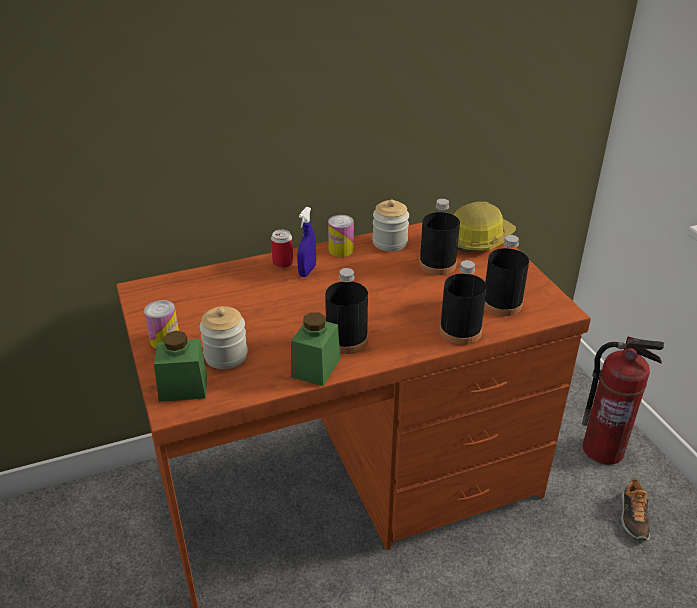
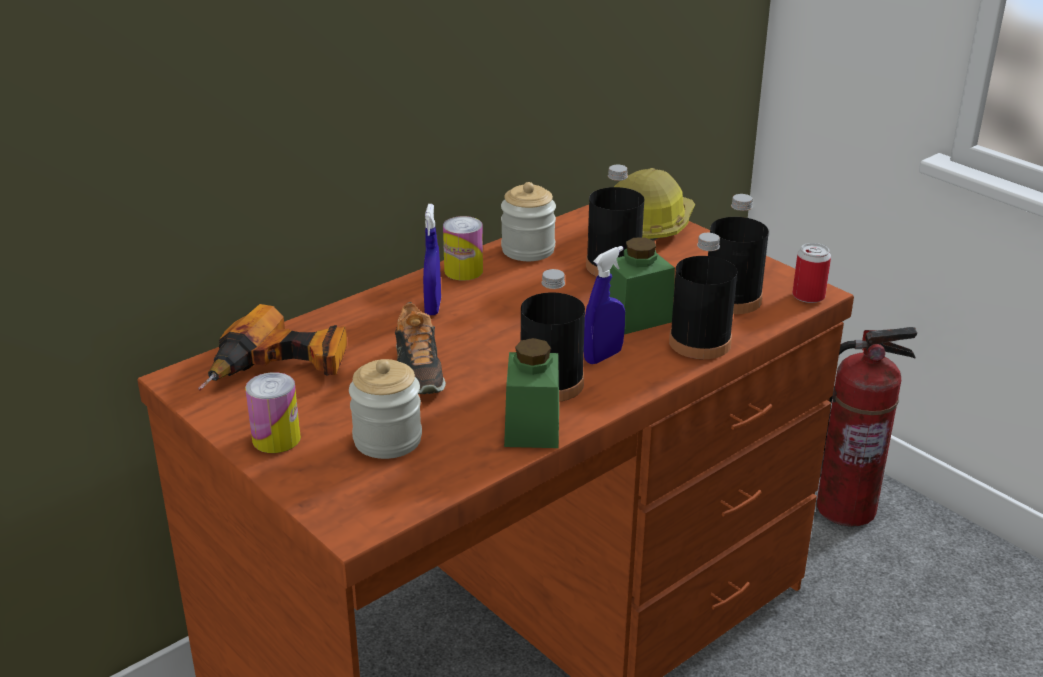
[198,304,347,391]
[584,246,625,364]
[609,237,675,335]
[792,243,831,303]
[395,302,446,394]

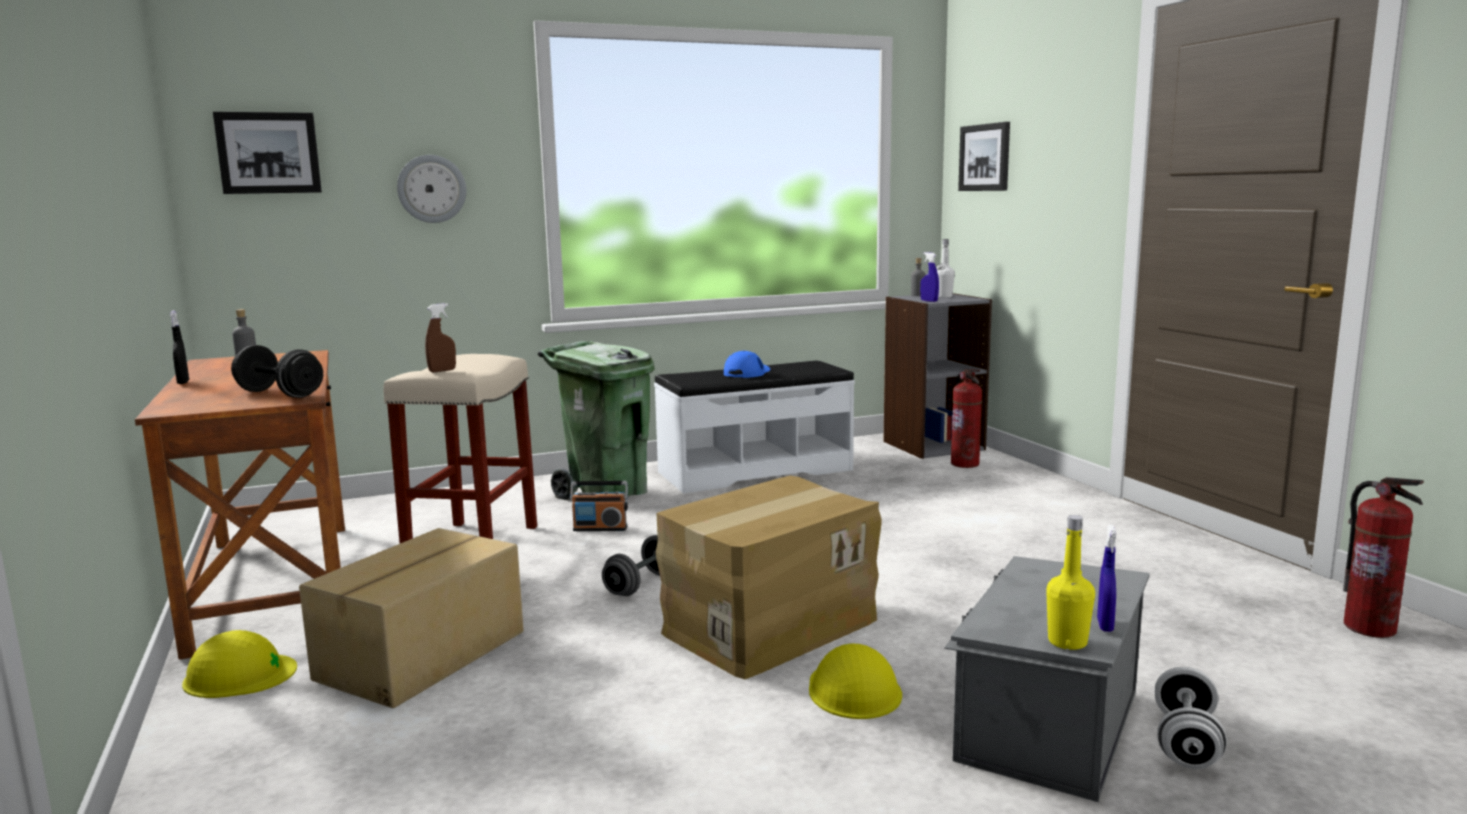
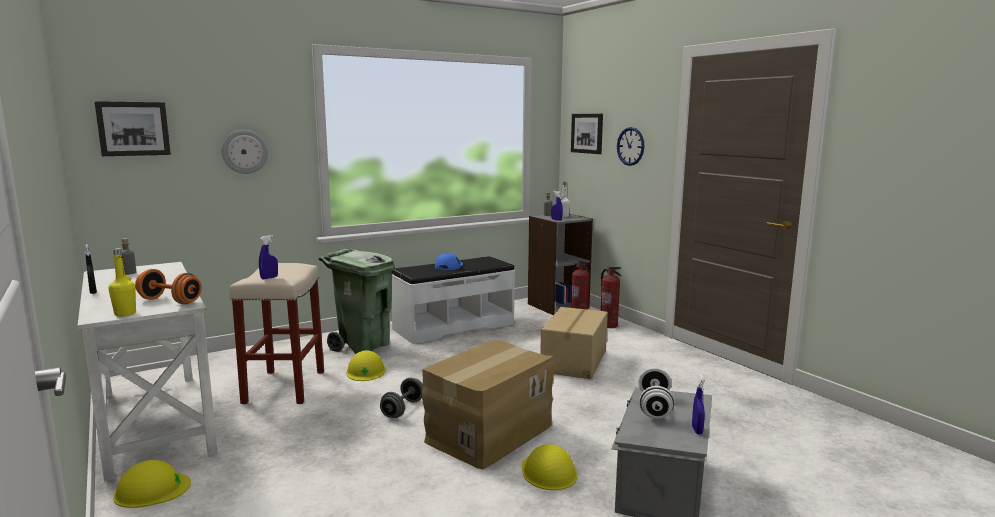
[617,127,644,166]
[540,307,608,379]
[109,248,136,316]
[639,367,675,419]
[601,267,621,328]
[346,350,386,381]
[77,262,218,481]
[135,269,202,304]
[259,235,278,279]

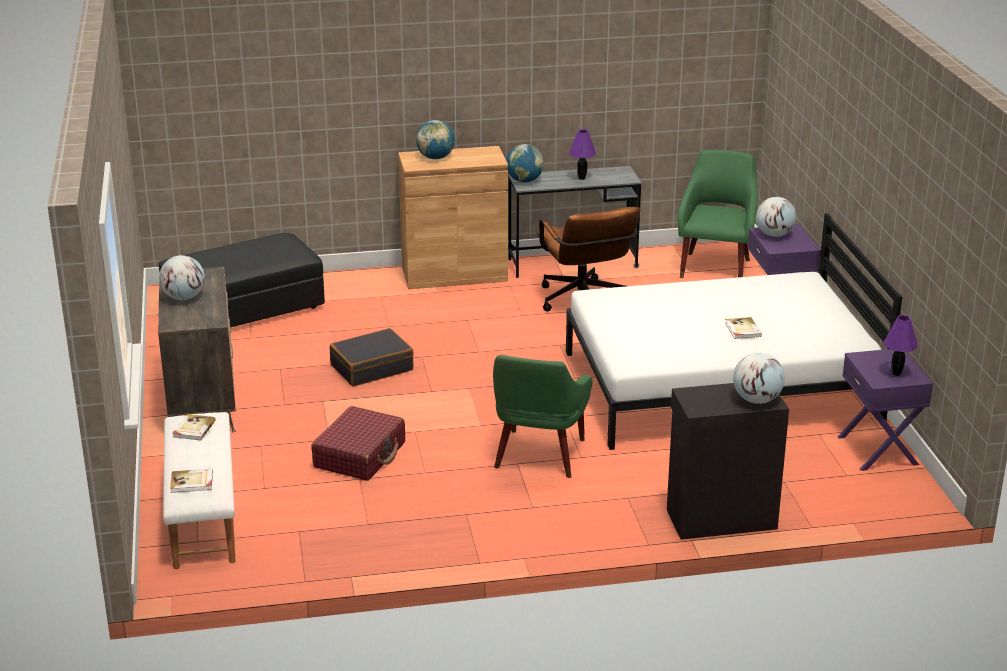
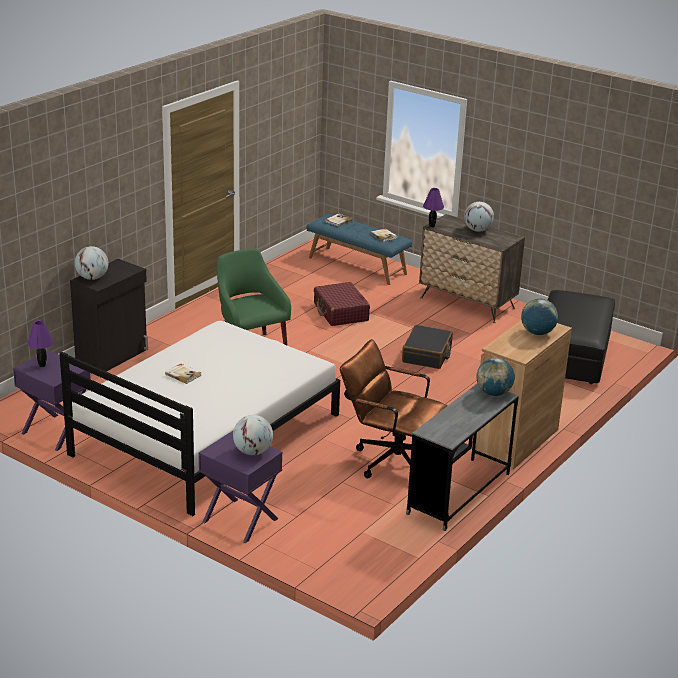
[677,150,758,278] (first image)
[423,188,444,227]
[306,214,412,285]

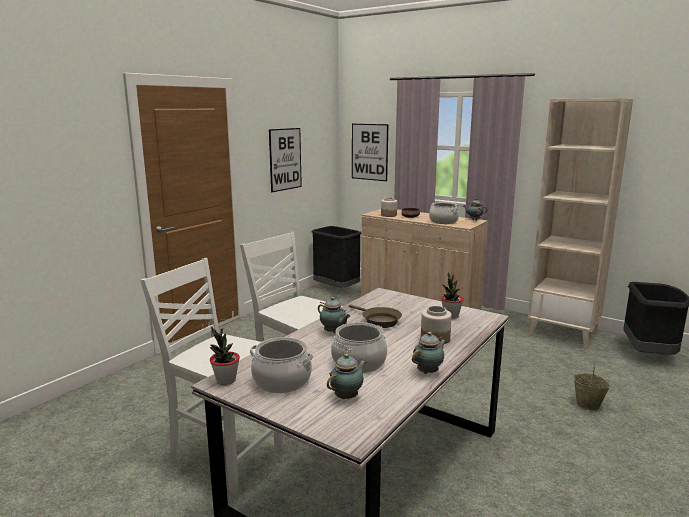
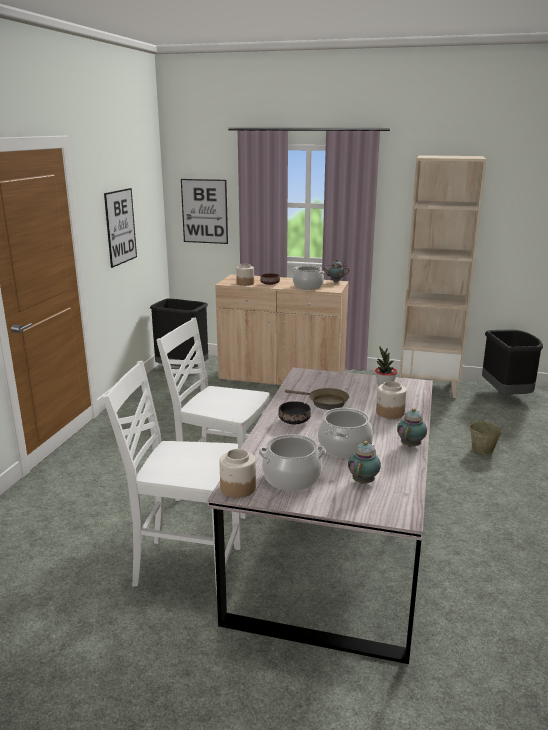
[219,449,256,498]
[279,401,311,424]

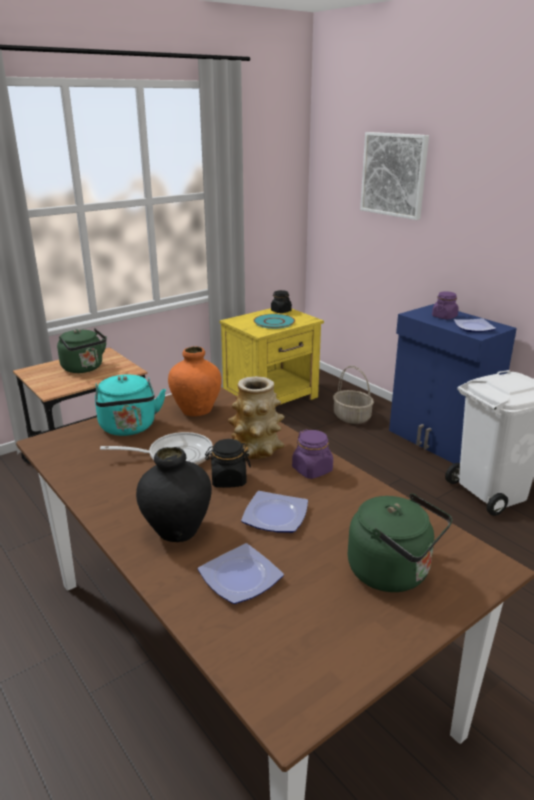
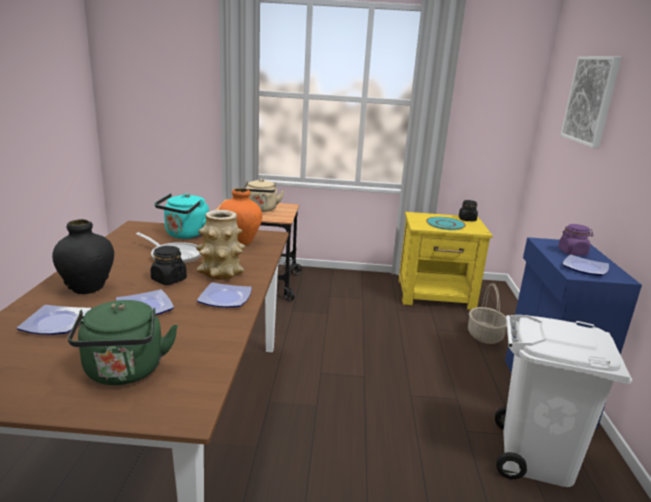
[197,282,252,308]
[244,179,284,212]

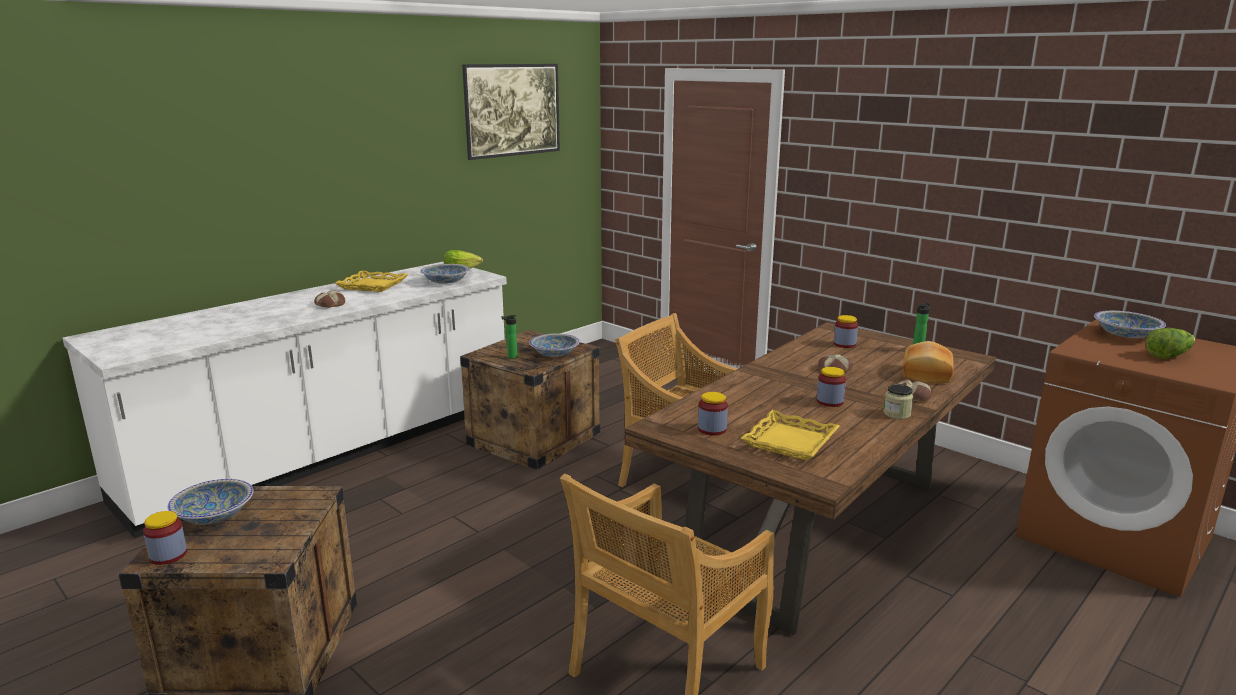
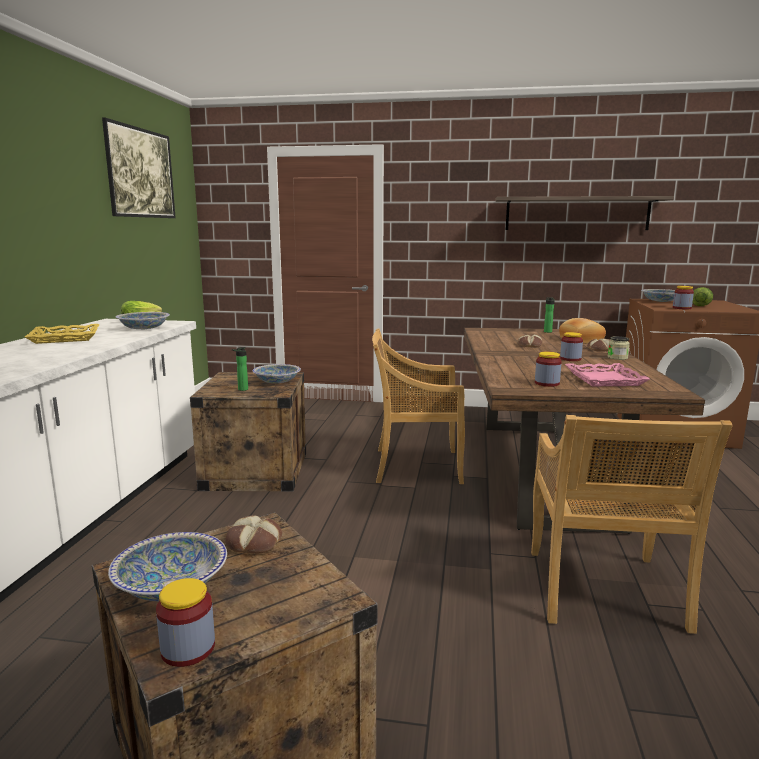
[495,196,674,230]
[225,515,282,554]
[673,286,694,309]
[565,363,650,386]

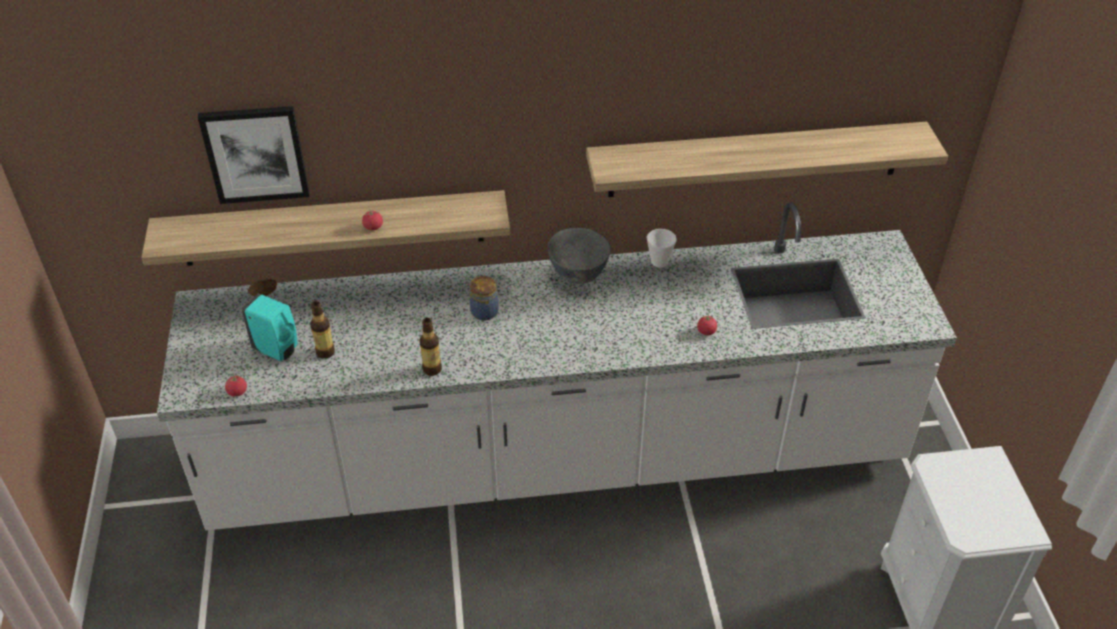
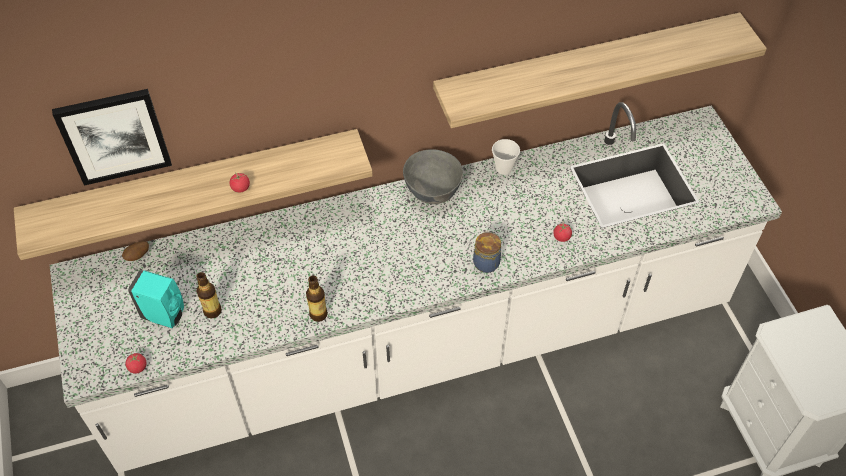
[473,231,501,273]

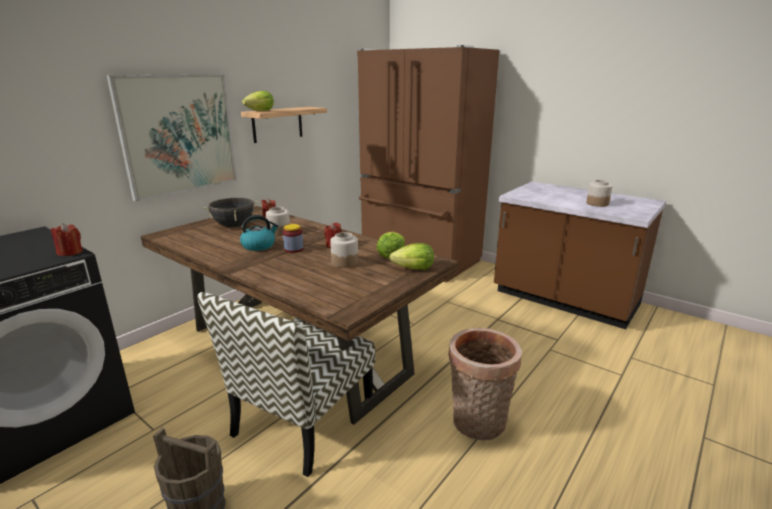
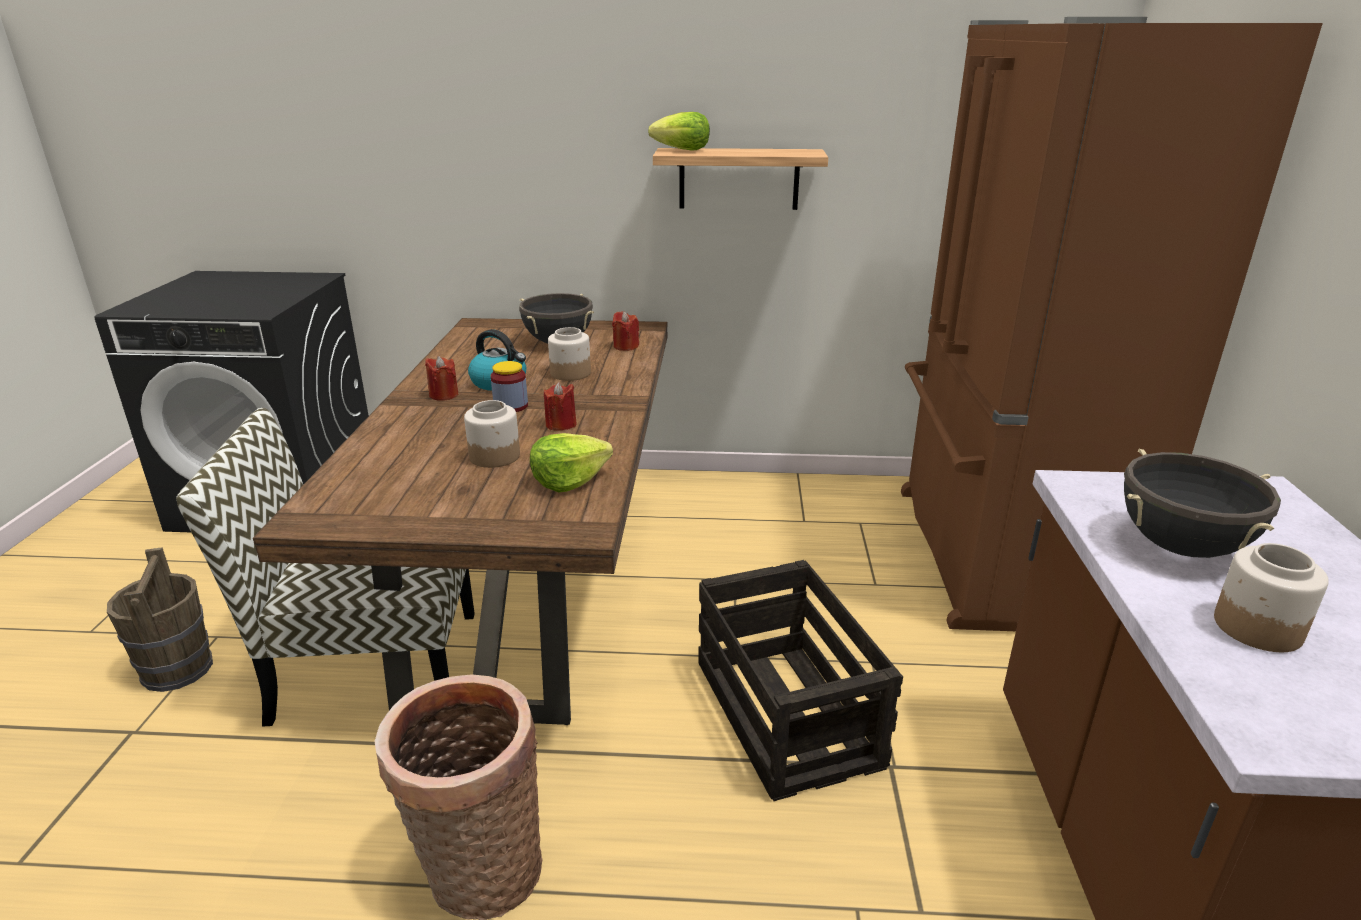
[106,74,237,202] (first image)
[389,243,434,270] (first image)
[698,560,903,801]
[1124,448,1281,558]
[425,356,458,401]

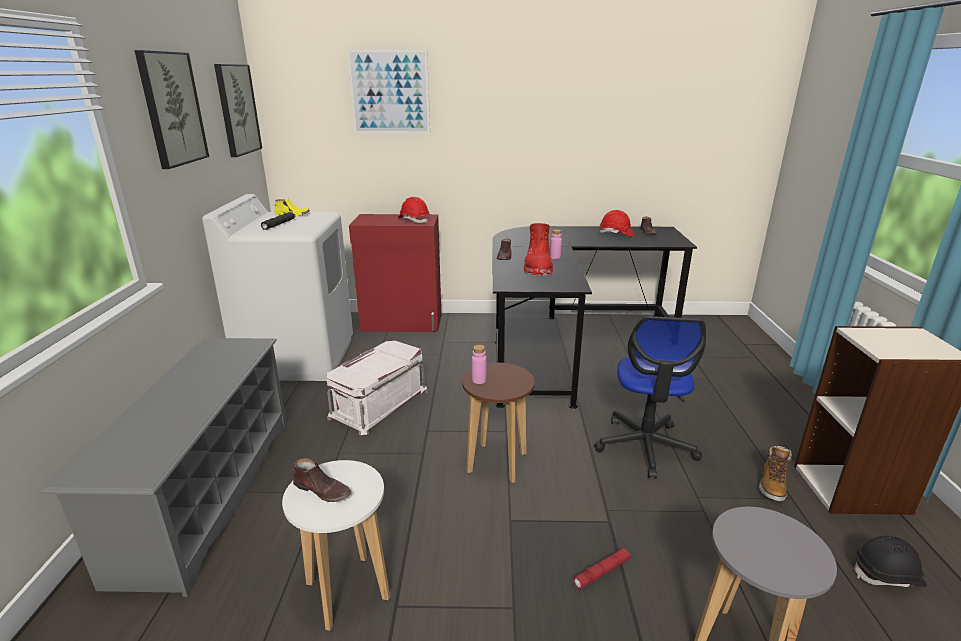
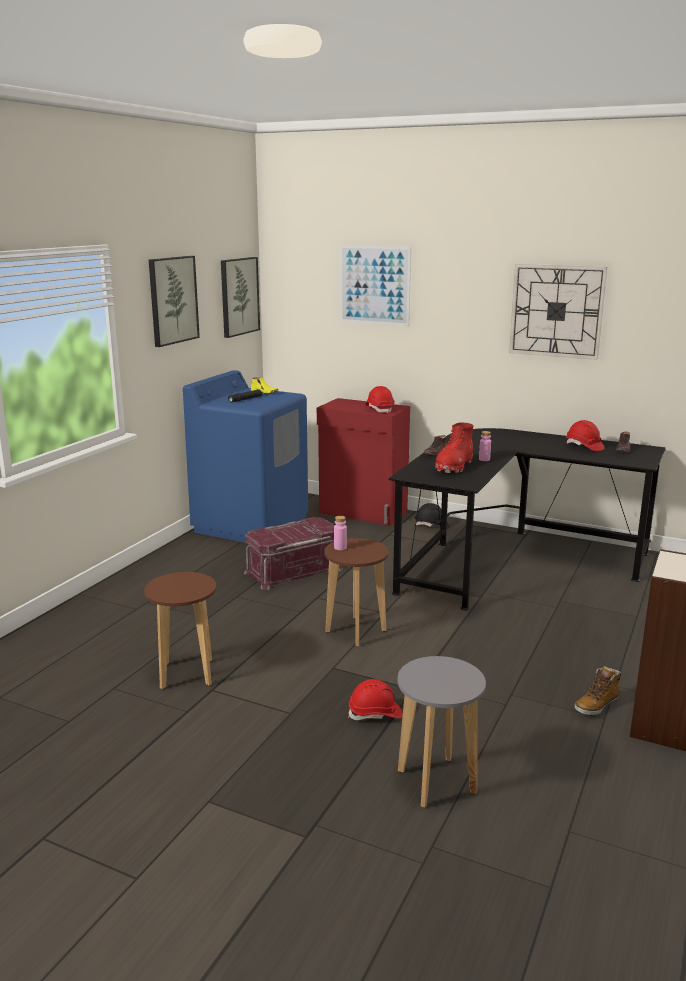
[39,338,287,597] (first image)
[293,458,352,502] (first image)
[594,316,706,479] (first image)
[509,264,607,360]
[415,503,449,530]
[348,679,403,720]
[183,370,308,543]
[144,572,216,689]
[244,517,343,590]

